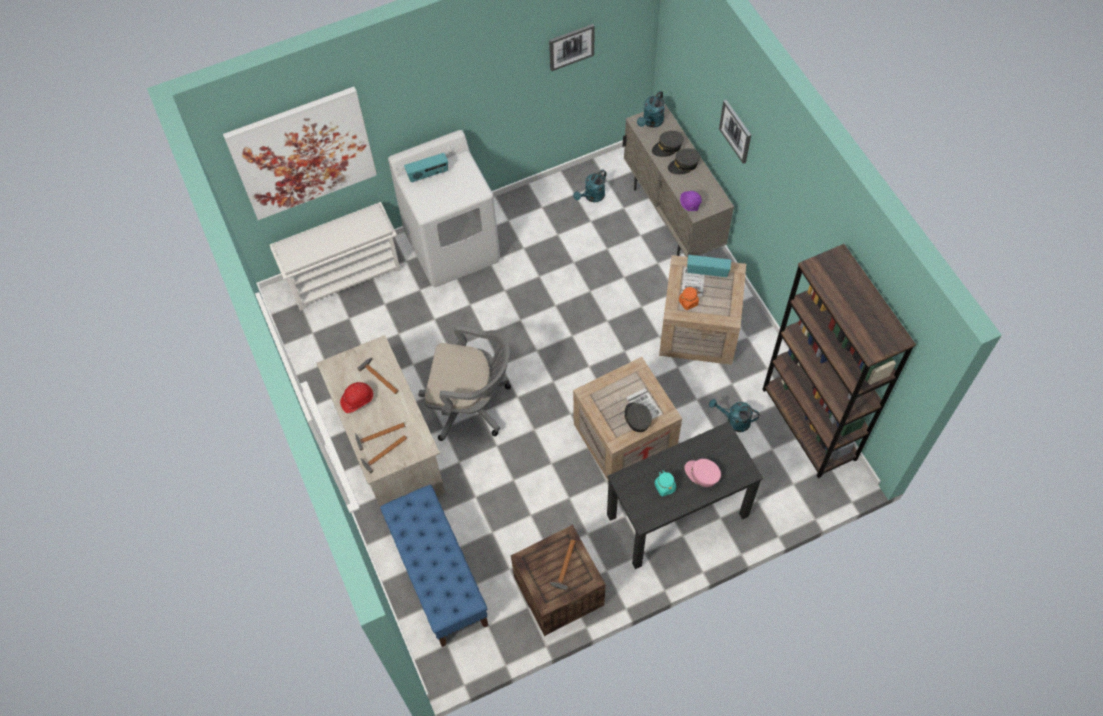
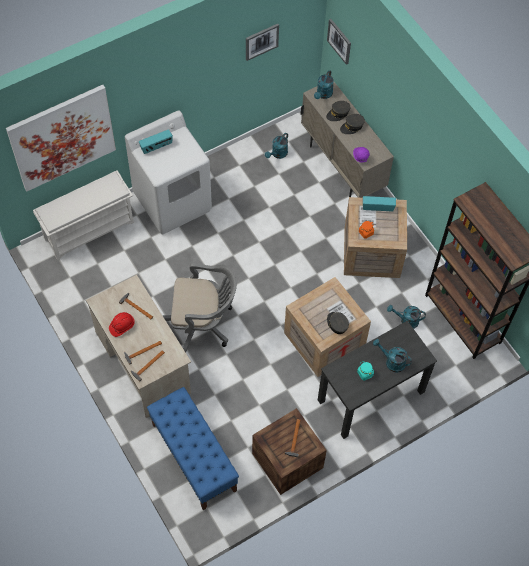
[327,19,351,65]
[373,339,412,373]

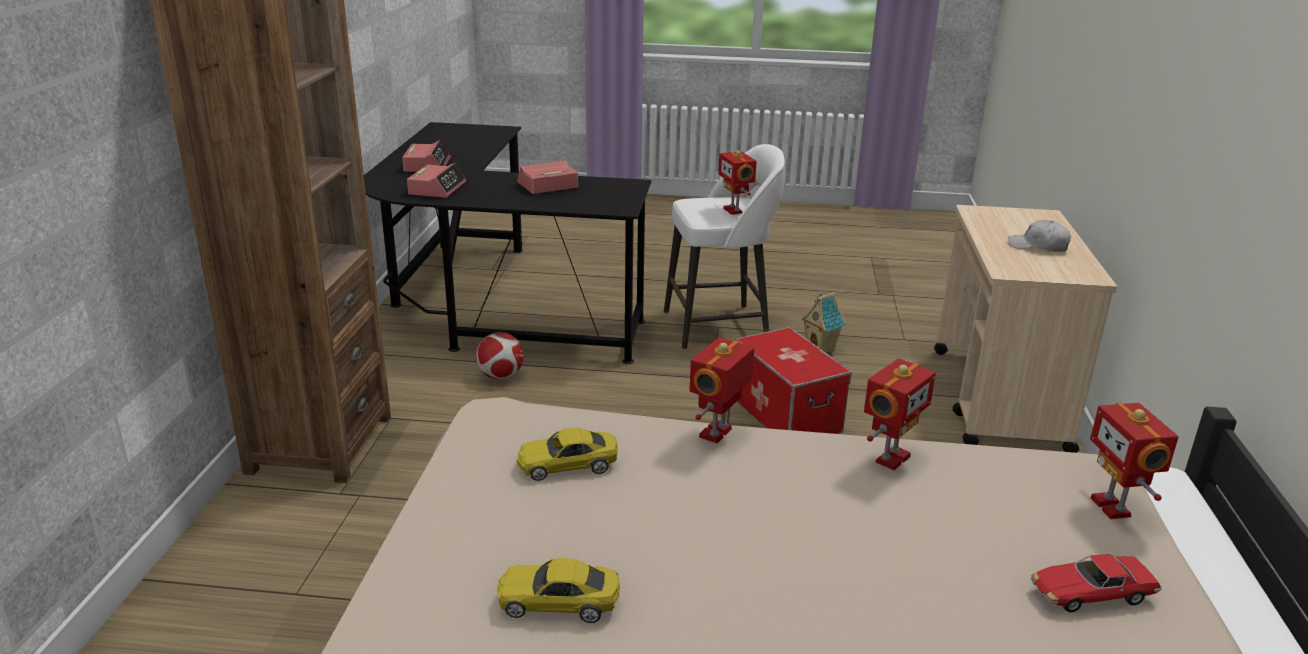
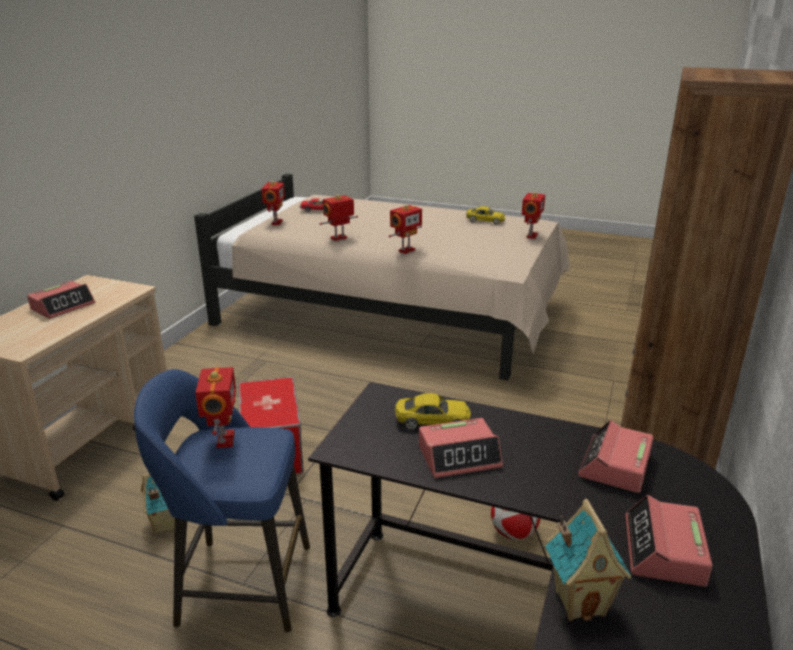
[522,192,545,239]
[545,499,632,621]
[395,393,471,430]
[27,281,95,319]
[134,369,310,632]

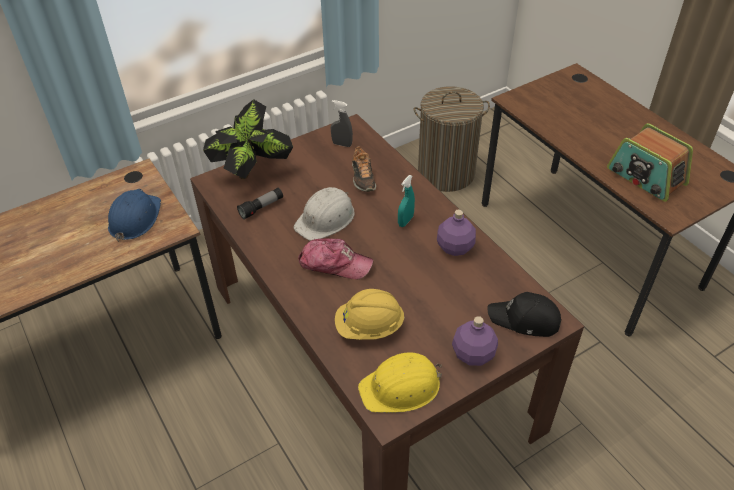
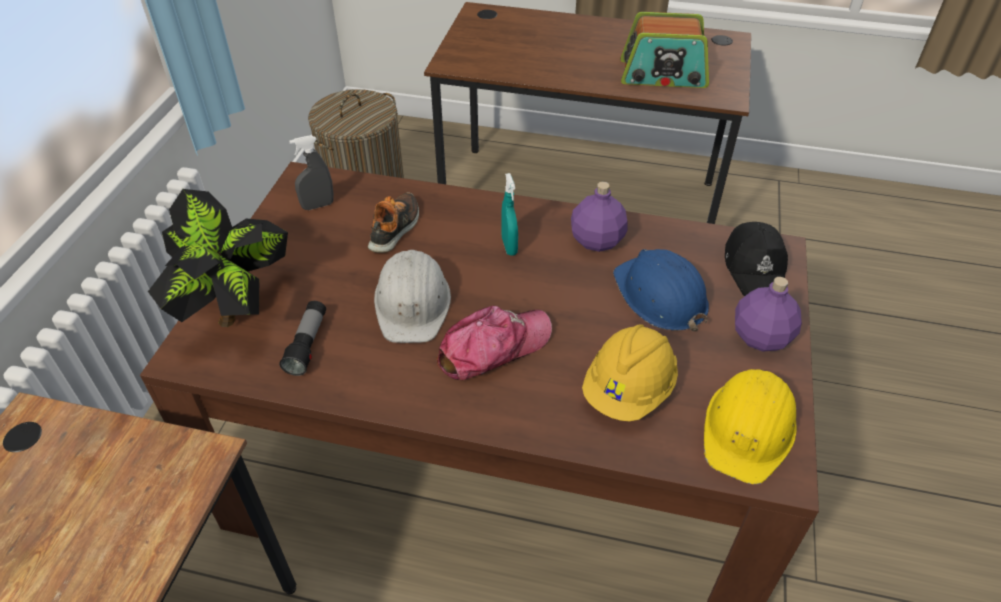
[613,249,709,332]
[368,192,419,253]
[725,222,788,296]

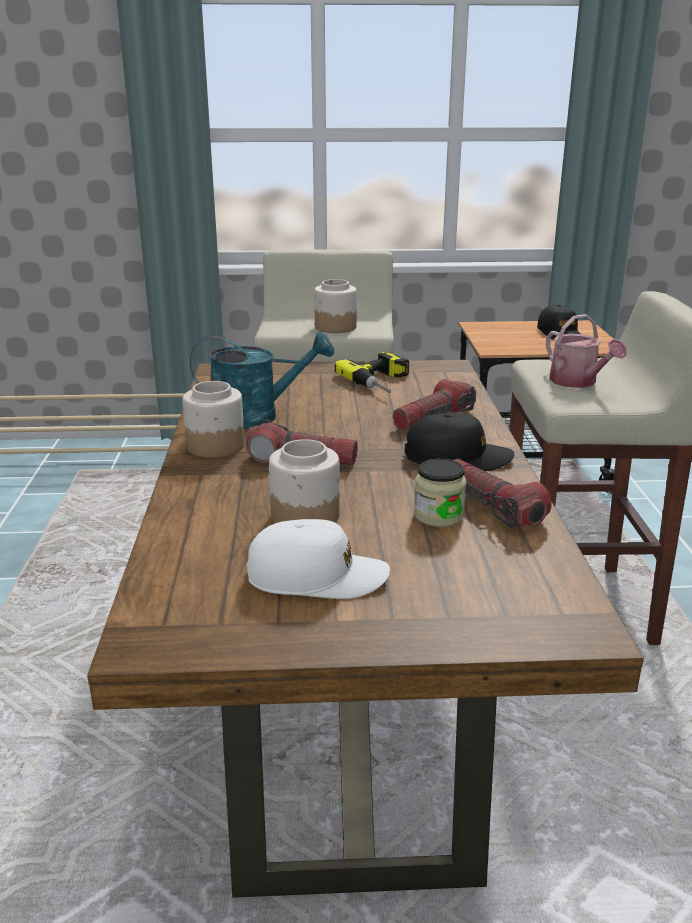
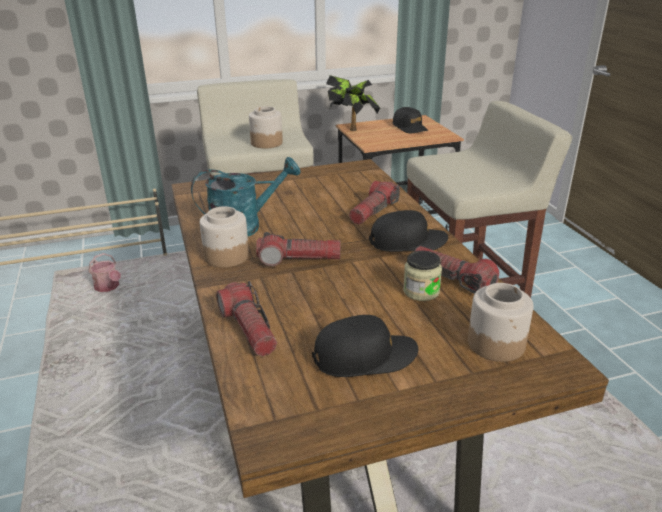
[335,352,409,393] (first image)
[216,281,277,356]
[326,75,380,131]
[468,283,534,362]
[89,253,121,292]
[312,315,418,377]

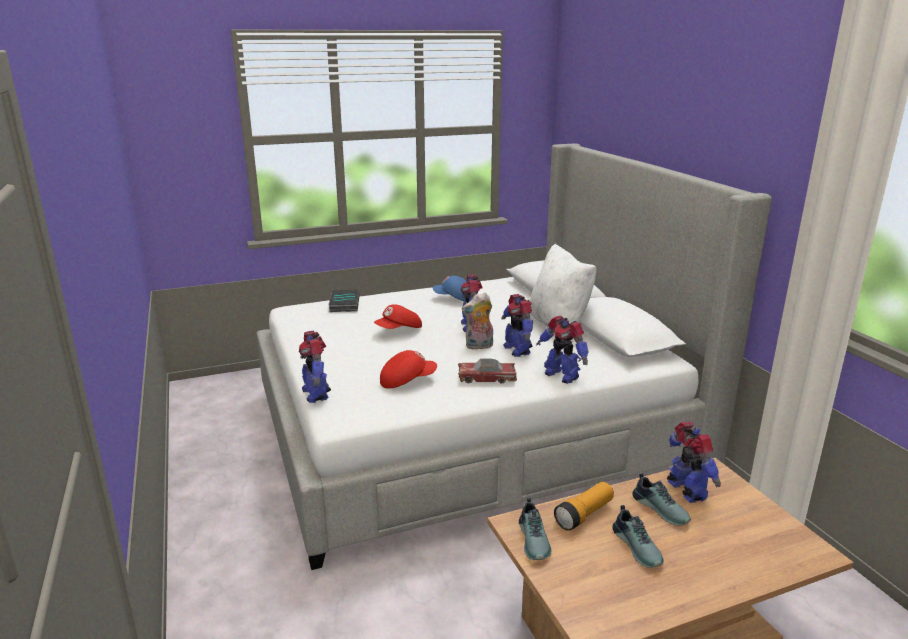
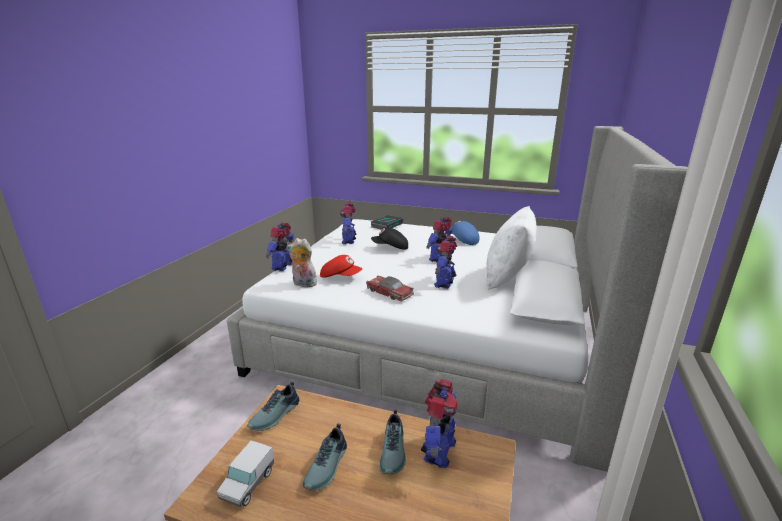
[554,482,614,531] (first image)
[217,441,274,507]
[287,238,317,287]
[340,203,356,244]
[371,228,408,249]

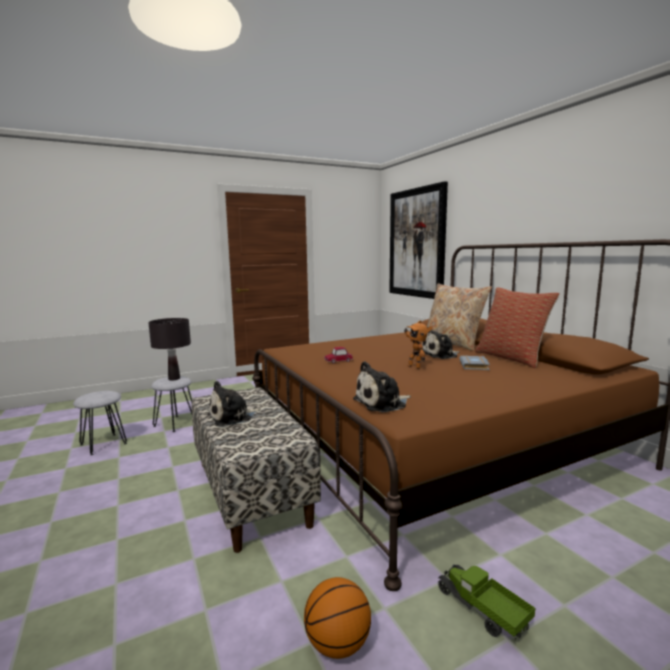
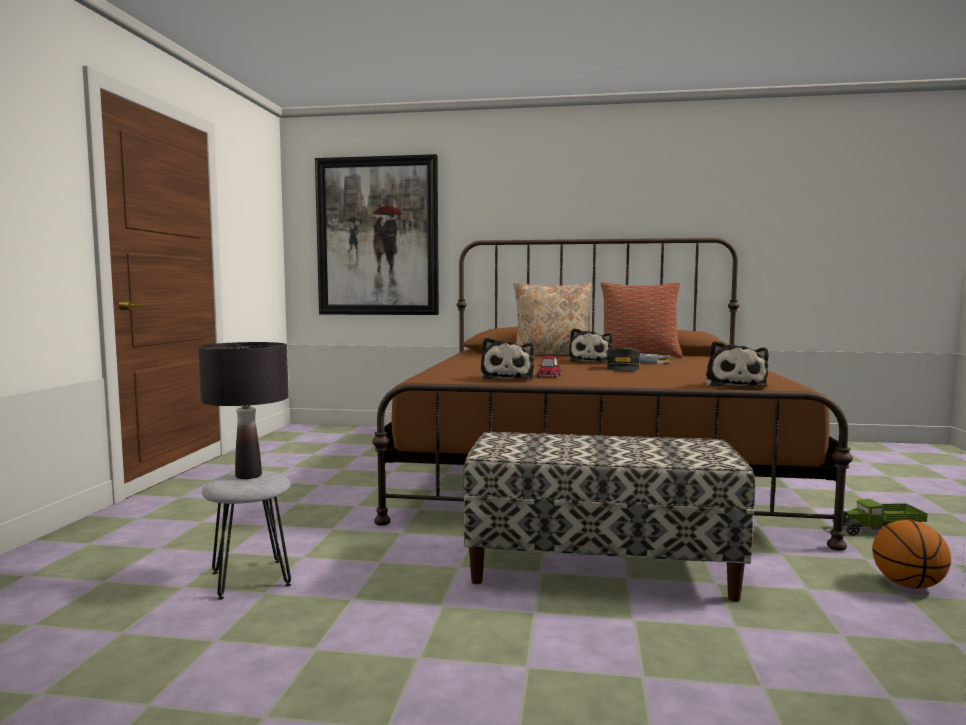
[73,391,127,455] (first image)
[481,337,534,379]
[607,348,640,371]

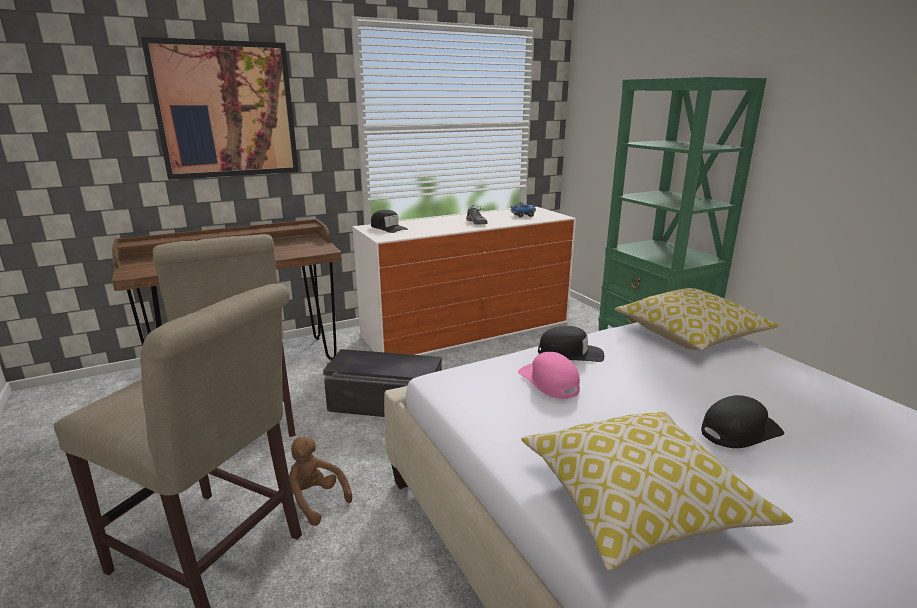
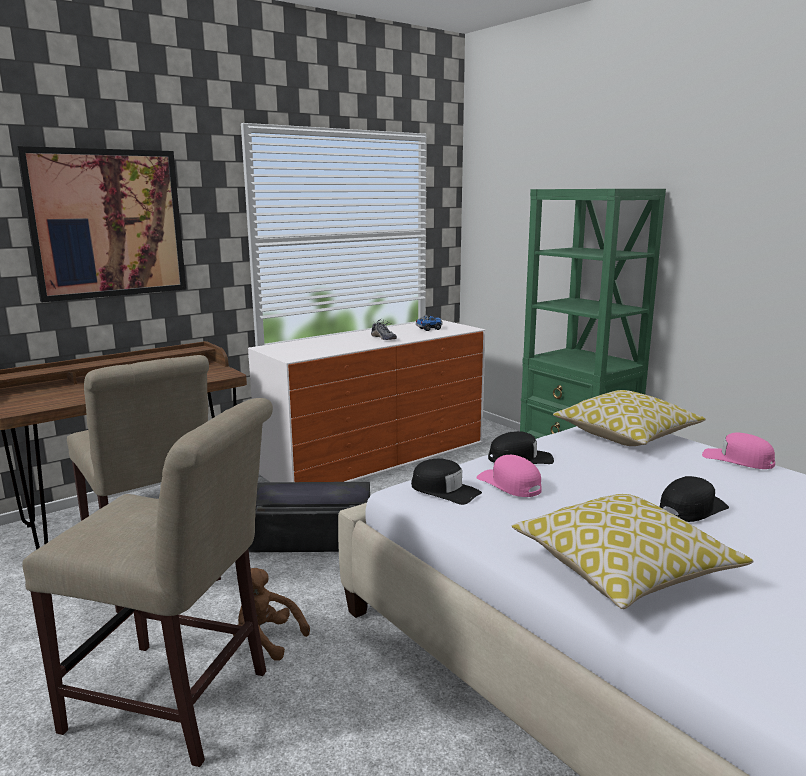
[702,432,775,469]
[411,458,482,505]

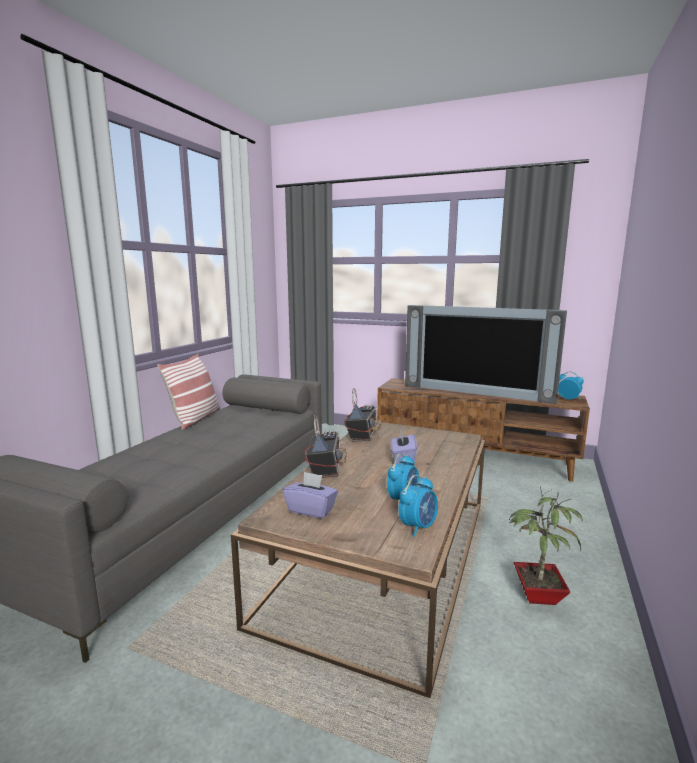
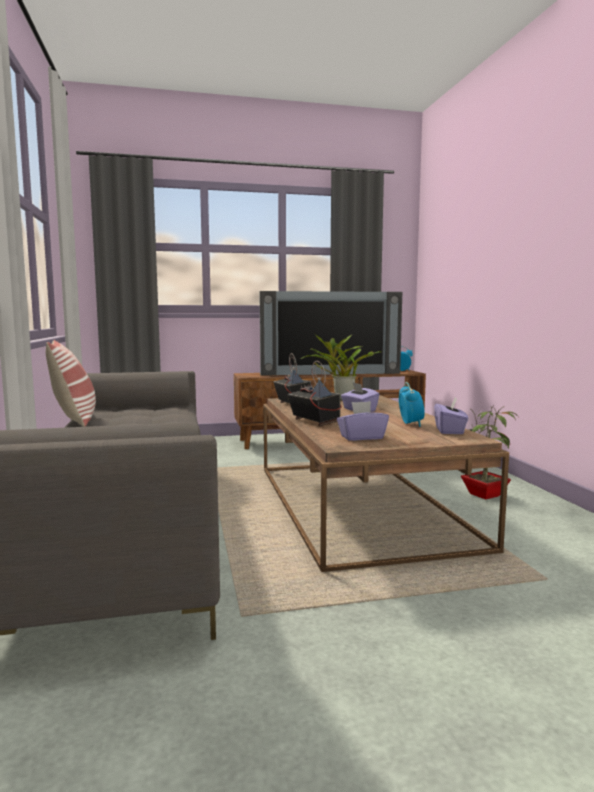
[301,333,382,400]
[434,397,468,434]

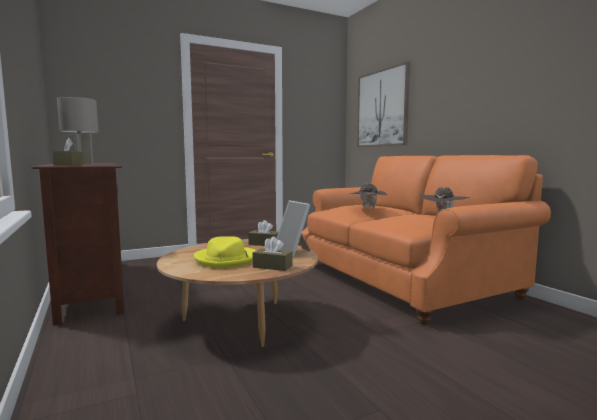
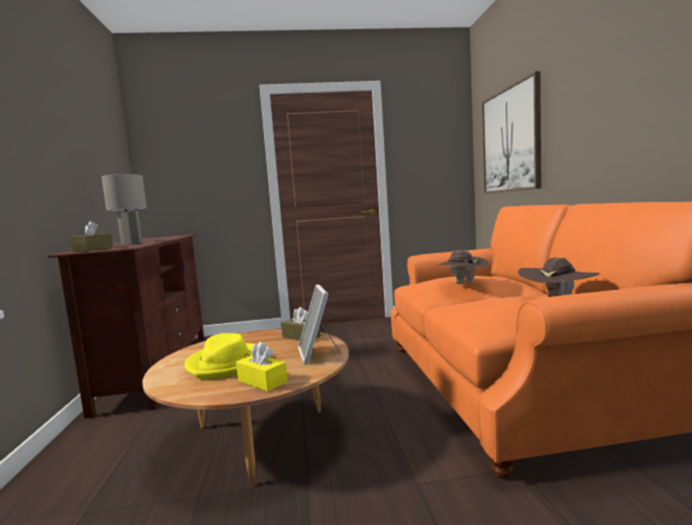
[236,342,287,391]

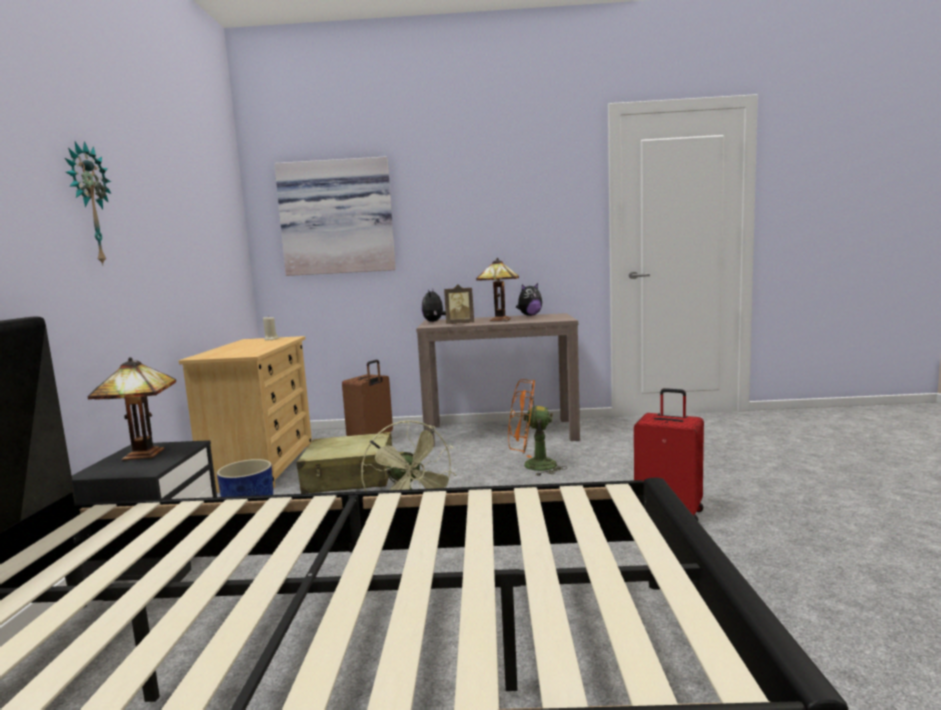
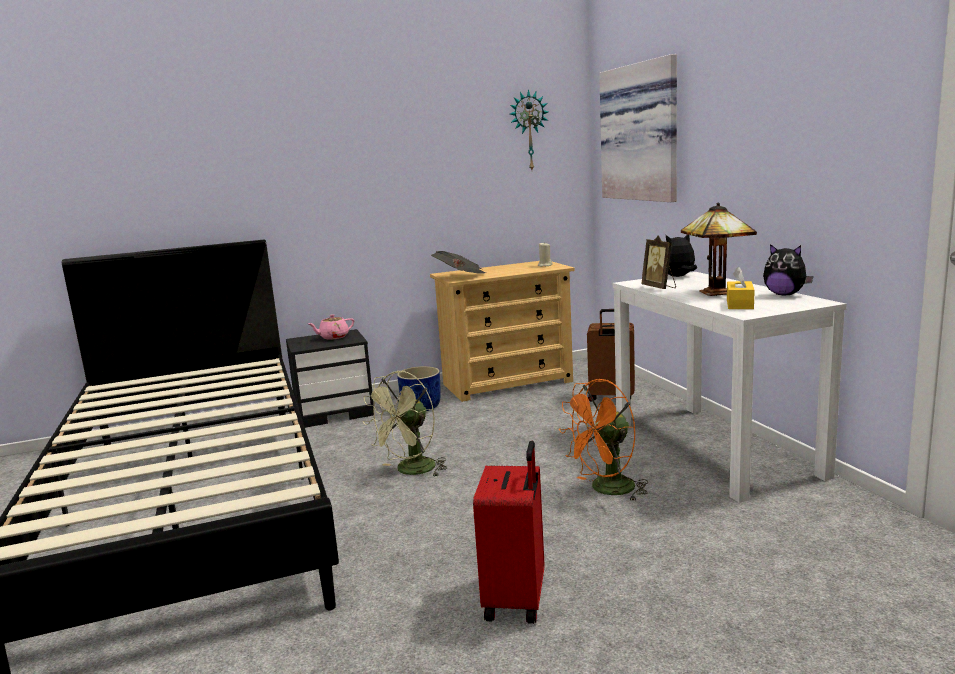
[296,432,392,494] (first image)
[431,251,486,274]
[727,267,755,309]
[510,89,549,170]
[308,314,354,340]
[613,272,847,503]
[559,379,648,502]

